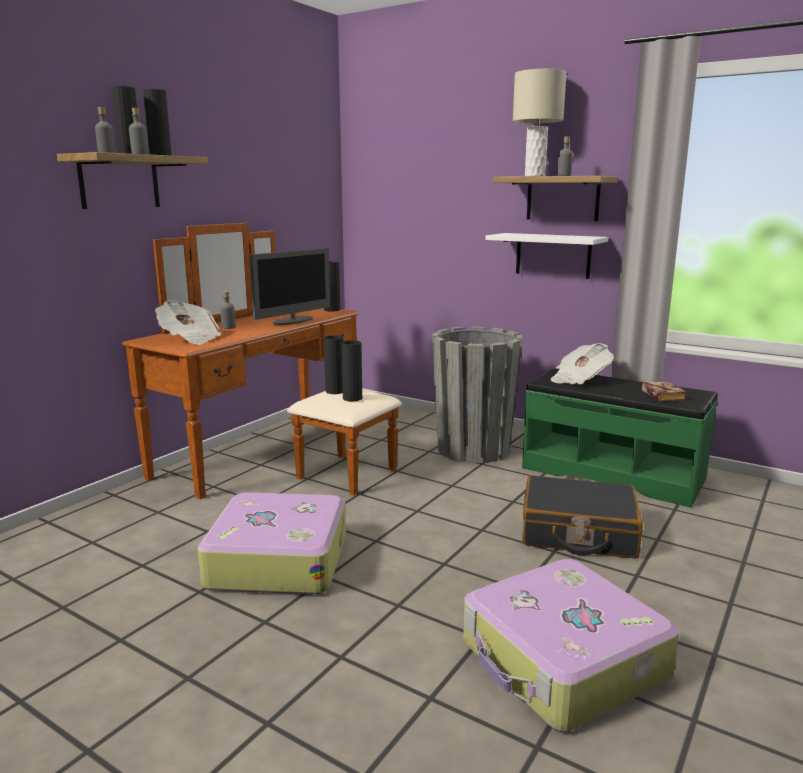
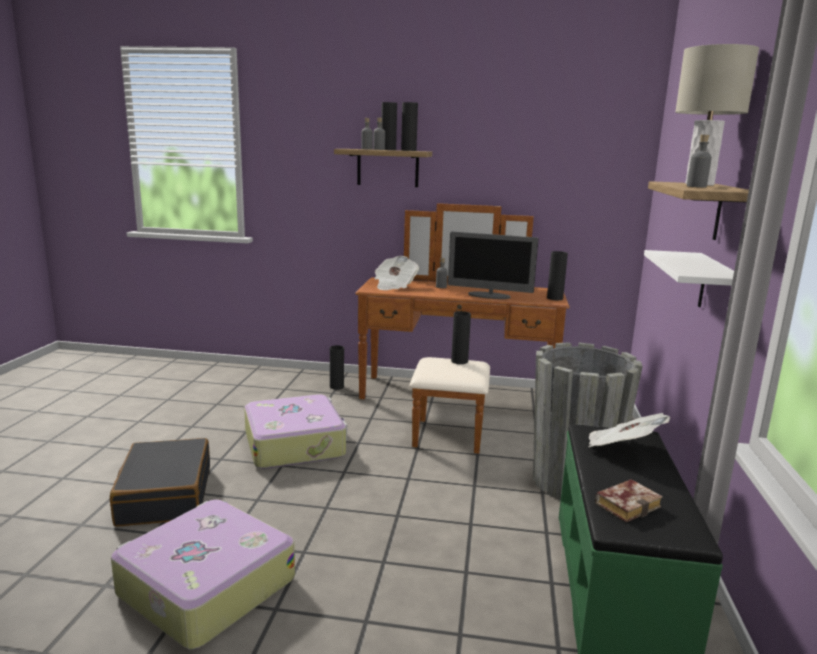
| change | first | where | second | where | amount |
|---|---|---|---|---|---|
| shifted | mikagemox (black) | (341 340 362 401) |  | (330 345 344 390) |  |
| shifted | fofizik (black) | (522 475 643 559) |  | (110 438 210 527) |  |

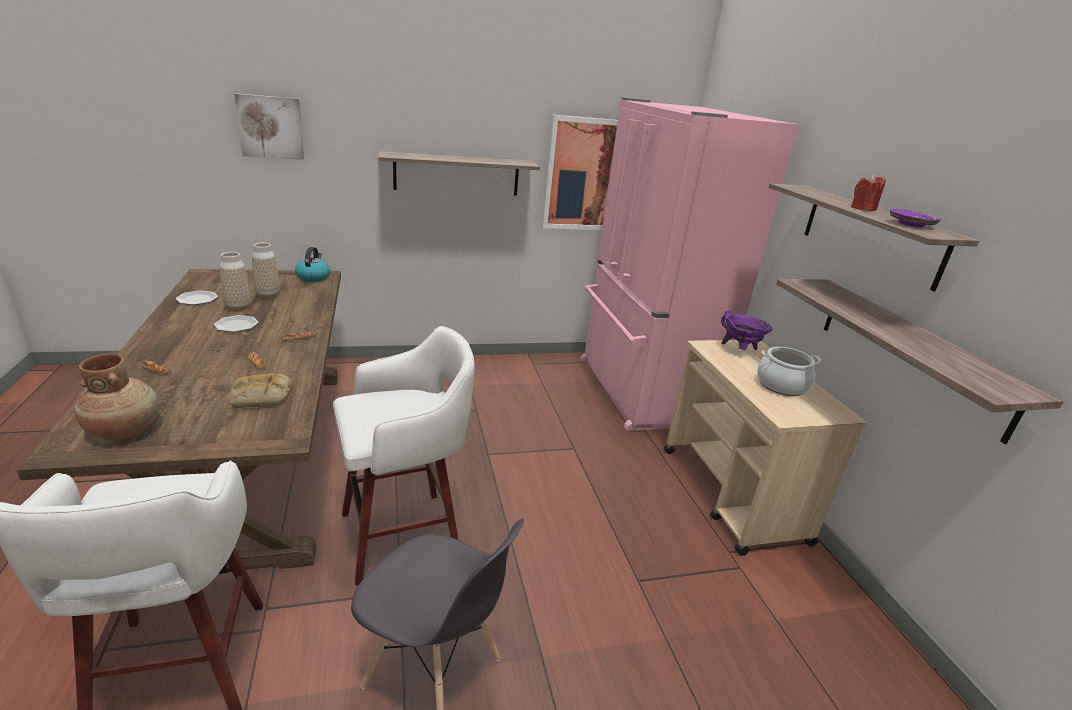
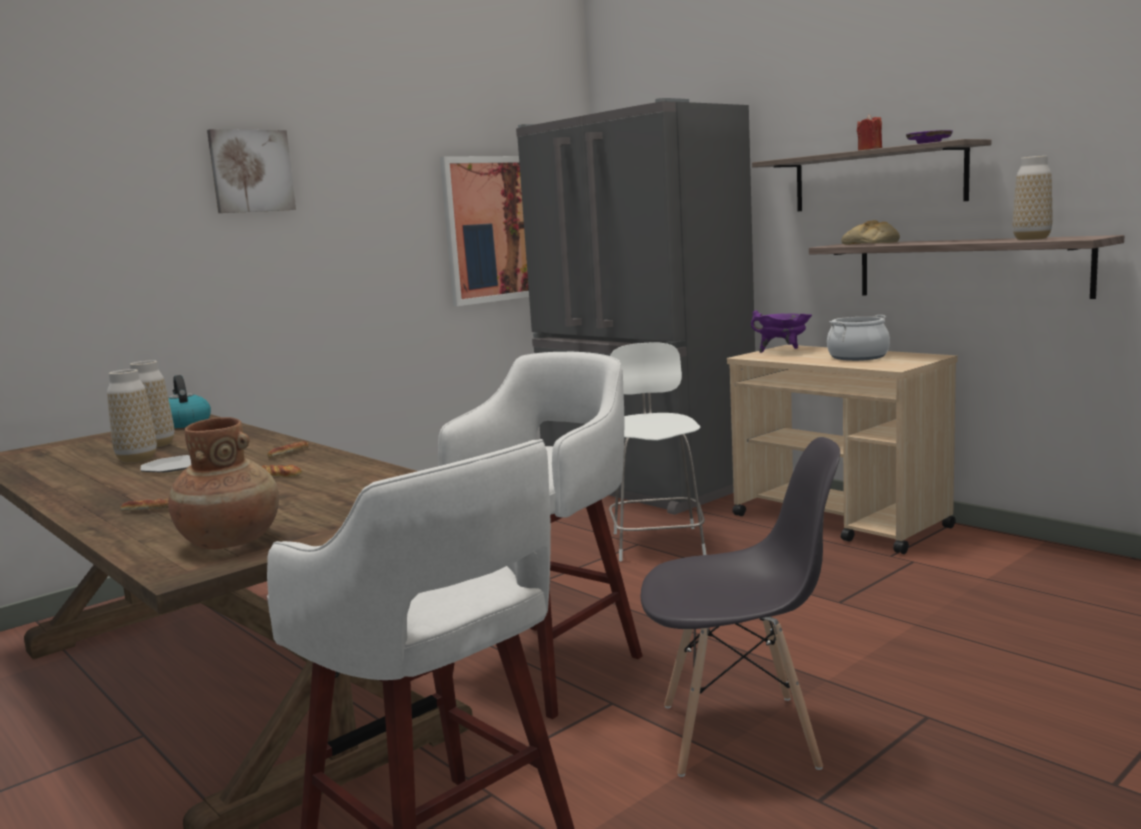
| change | first | where | second | where | amount |
|---|---|---|---|---|---|
| gone | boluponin | (175 291 218 305) |  |  |  |
| gone | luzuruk | (378 151 540 196) |  |  |  |
| new |  |  | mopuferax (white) | (609 342 706 561) |  |
| new |  |  | mikagemox | (1013 156 1052 240) |  |
| shifted | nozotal | (230 373 291 407) |  | (841 220 900 245) |  |
| shifted | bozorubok | (235 93 304 160) |  | (207 129 296 213) |  |
| repainted | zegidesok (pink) | (580 97 799 431) | zegidesok (grey) | (516 98 755 515) |  |

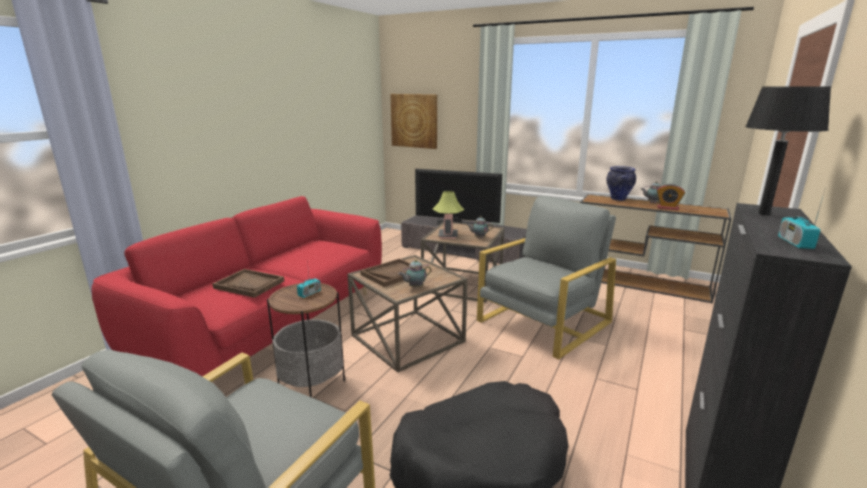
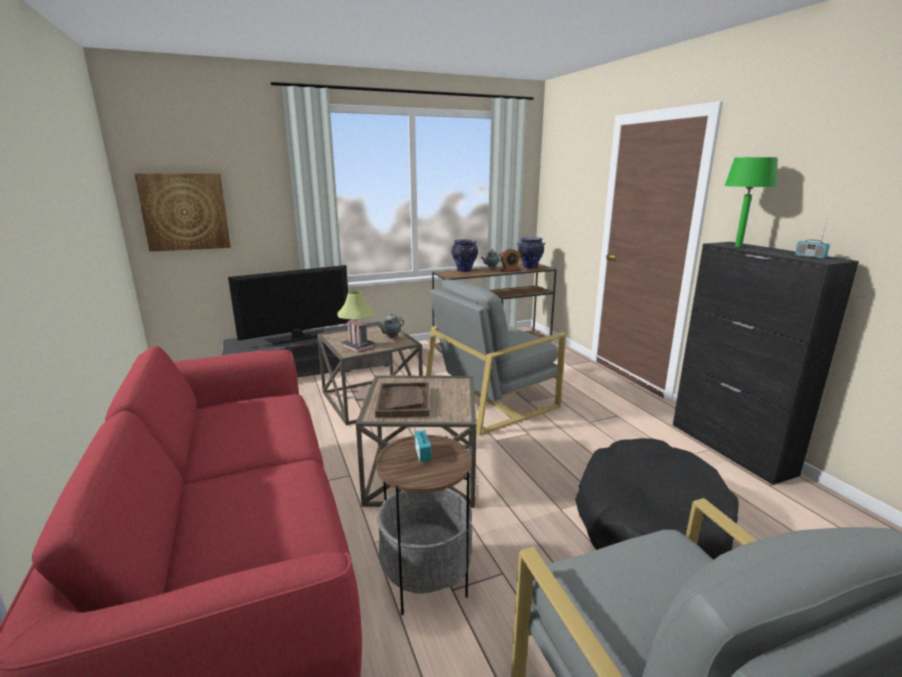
| change | first | where | second | where | amount |
|---|---|---|---|---|---|
| gone | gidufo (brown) | (212 269 284 298) |  |  |  |
| gone | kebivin | (399 259 432 288) |  |  |  |
| new |  |  | mikagemox | (517 237 545 269) |  |
| repainted | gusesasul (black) | (745 86 831 215) | gusesasul (green) | (724 157 778 247) |  |
| rotated | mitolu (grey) | (477 196 616 359) |  | (426 279 566 436) | 120 degrees counterclockwise |

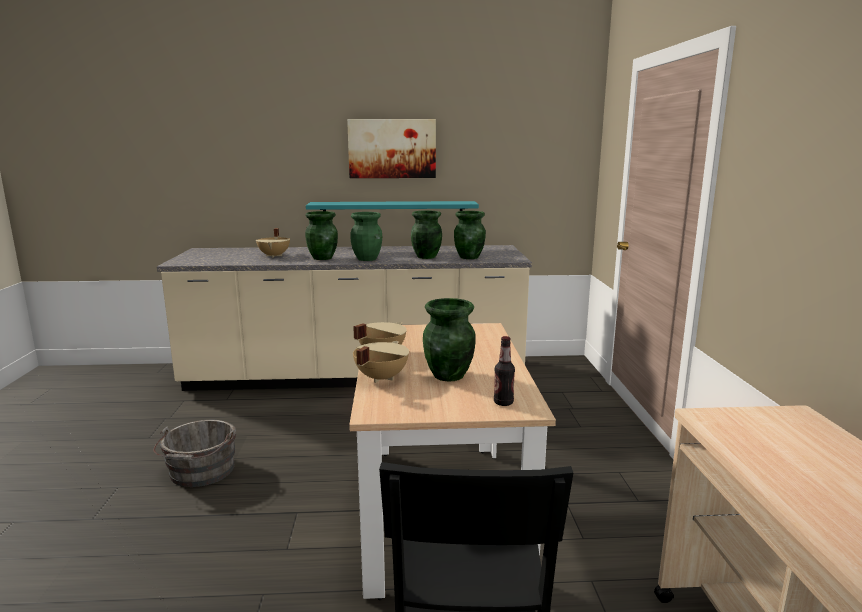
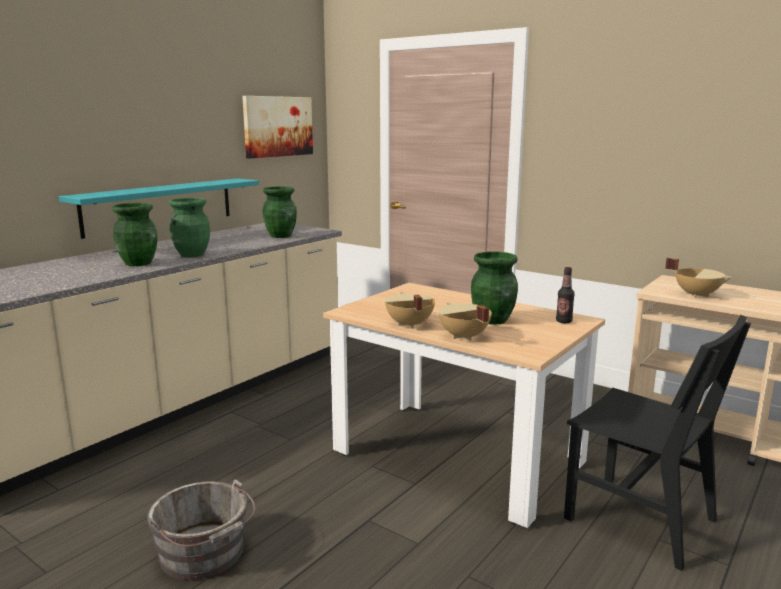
| change | first | where | second | where | amount |
|---|---|---|---|---|---|
| gone | mikagemox (green) | (411 210 442 259) |  |  |  |
| shifted | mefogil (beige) | (256 228 290 258) |  | (665 258 732 298) |  |
| shifted | bozorubok | (347 119 436 178) |  | (242 96 313 158) |  |

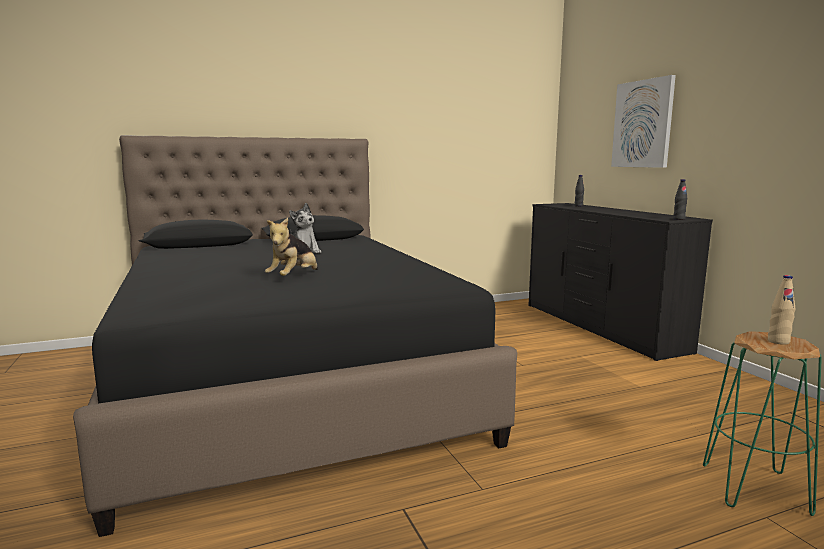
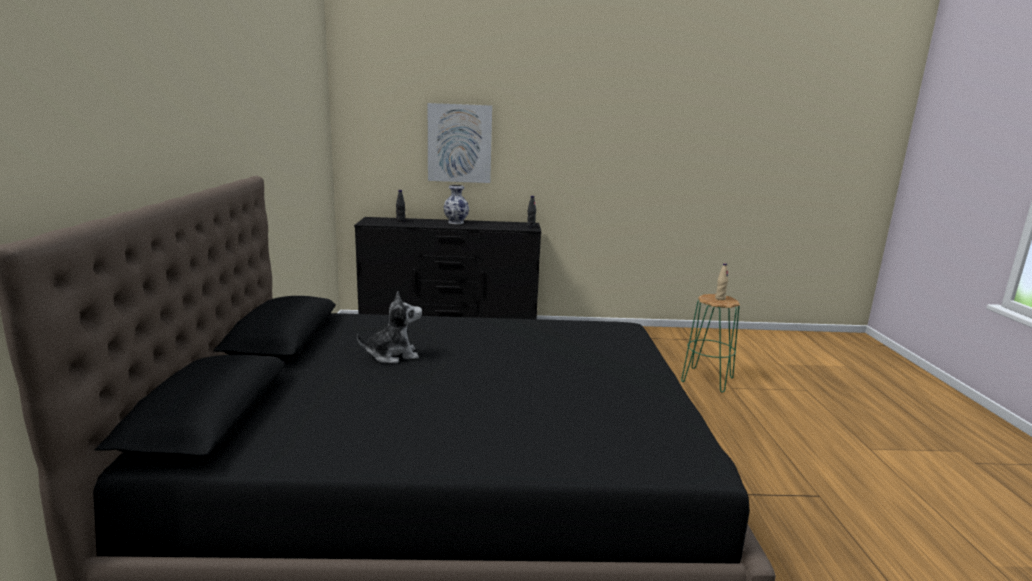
| change | first | where | second | where | amount |
|---|---|---|---|---|---|
| gone | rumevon | (265 218 318 276) |  |  |  |
| new |  |  | mikagemox | (443 185 469 224) |  |

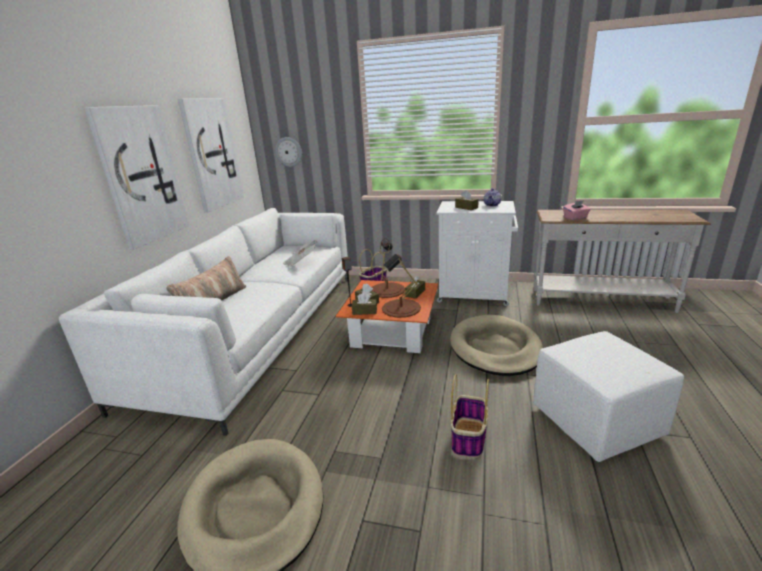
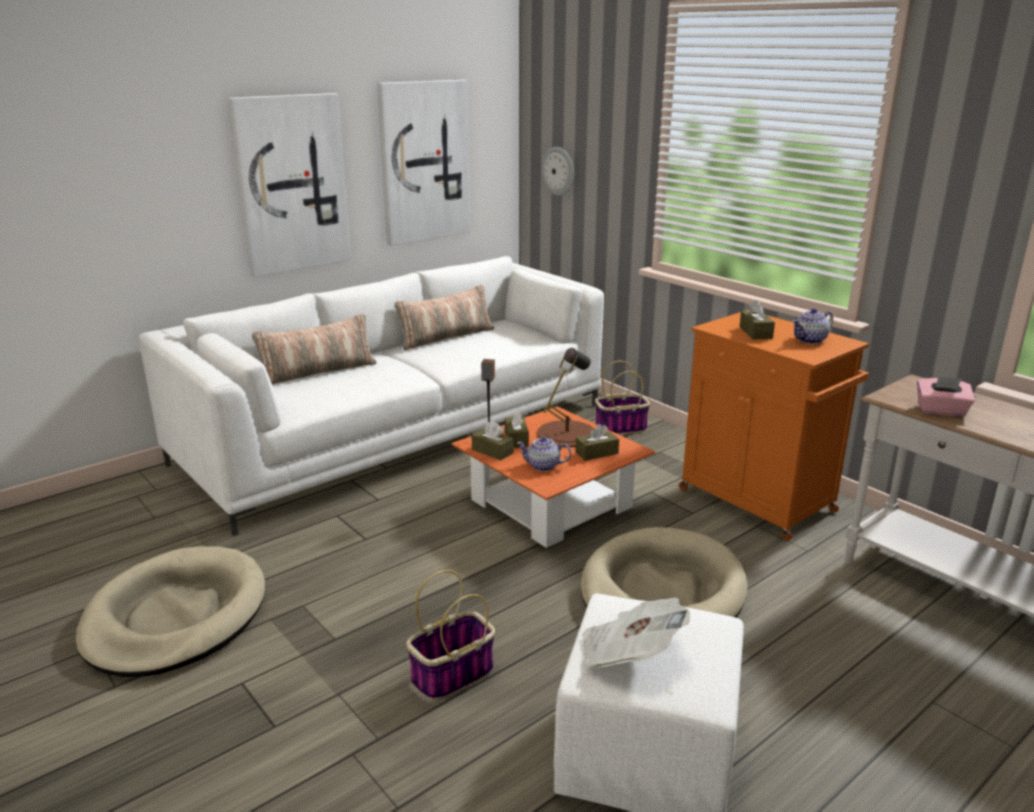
| change | first | where | second | where | amount |
|---|---|---|---|---|---|
| new |  |  | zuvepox | (394 285 494 350) |  |
| shifted | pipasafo | (283 240 317 267) |  | (582 598 690 668) |  |
| swapped | gusesasul (brown) | (382 254 421 318) | kebivin | (517 436 571 471) |  |
| repainted | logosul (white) | (436 201 518 306) | logosul (orange) | (679 310 869 541) |  |

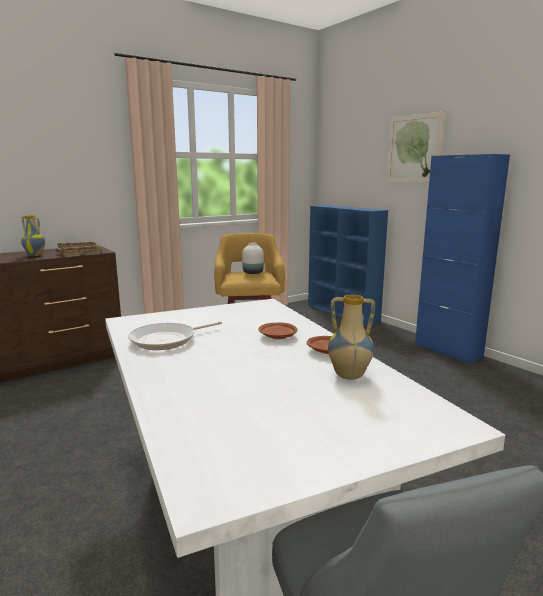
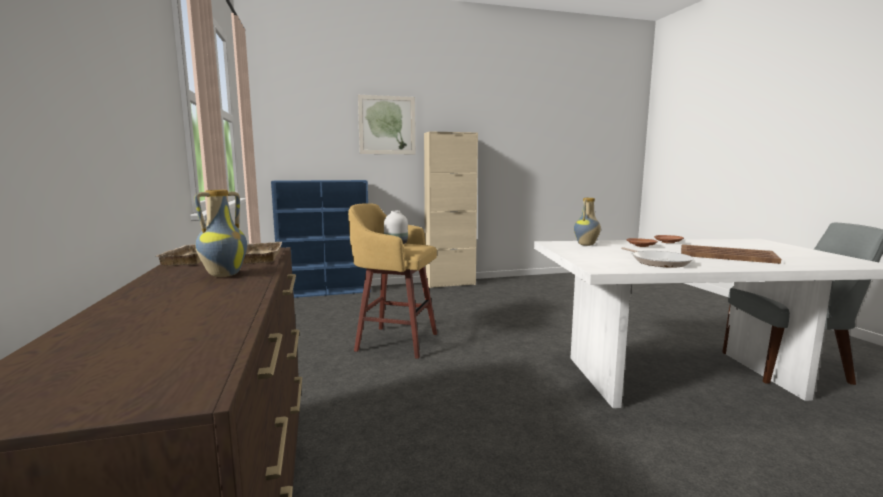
| change | first | where | second | where | amount |
|---|---|---|---|---|---|
| new |  |  | gidufo (brown) | (681 245 781 264) |  |
| shifted | mikagemox | (328 295 375 380) |  | (574 198 601 246) |  |
| repainted | logosul (blue) | (415 154 510 364) | logosul (beige) | (424 131 478 288) |  |

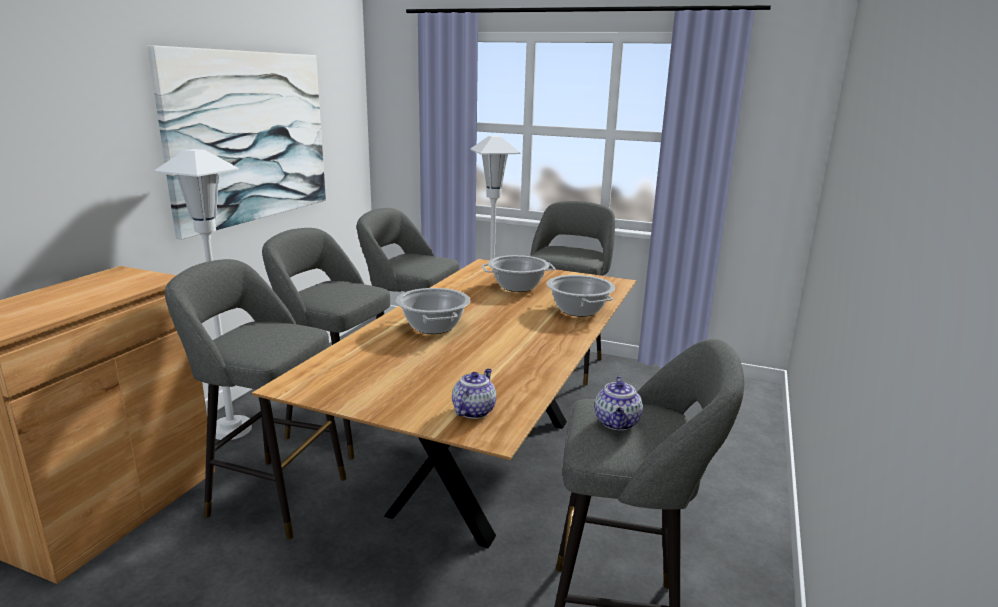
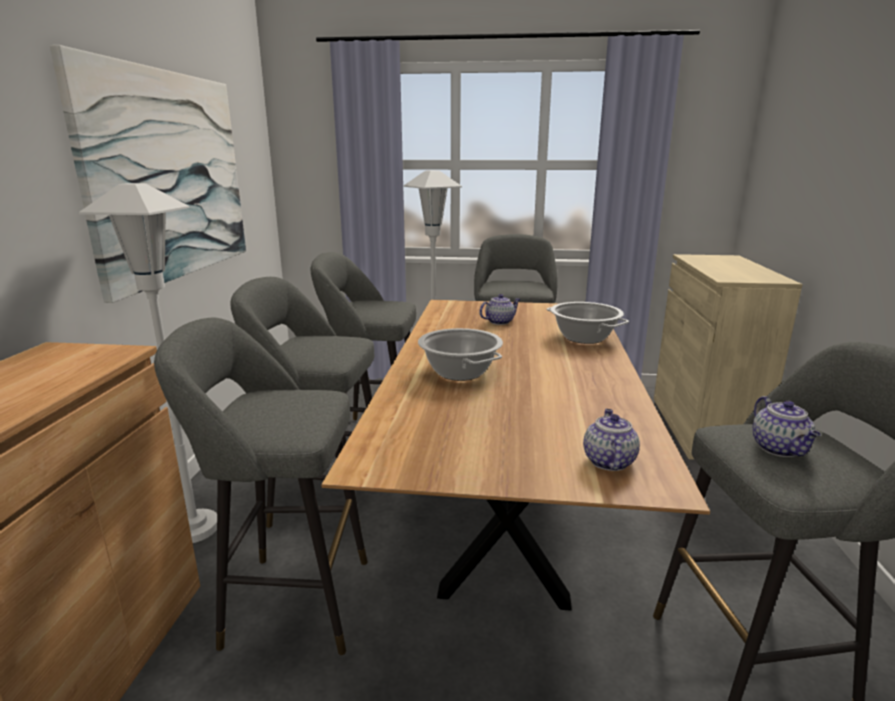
| change | first | where | second | where | amount |
|---|---|---|---|---|---|
| new |  |  | logosul (beige) | (654 254 802 460) |  |
| swapped | mefogil | (482 255 555 292) | kebivin | (479 294 520 325) |  |

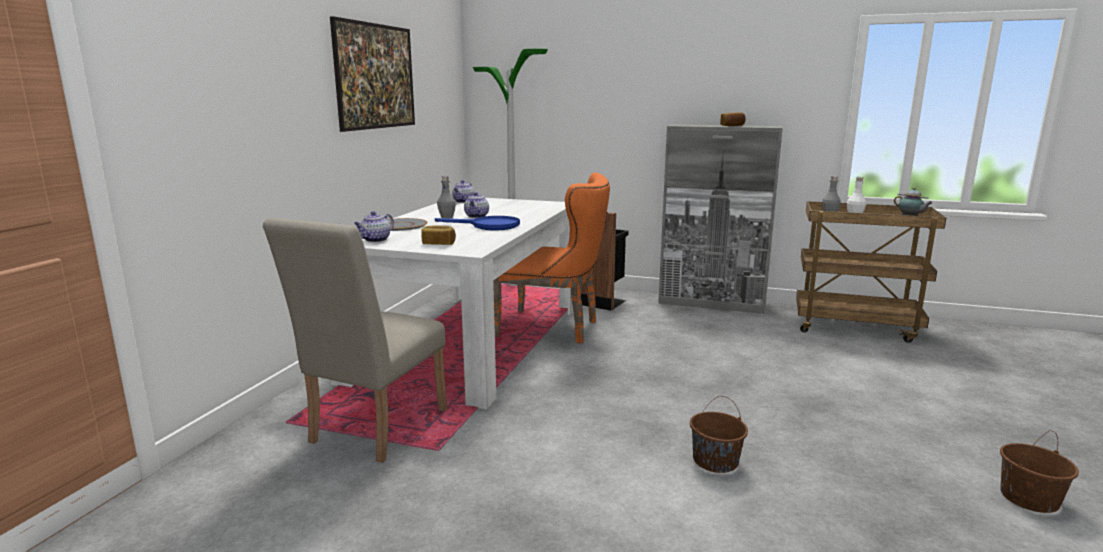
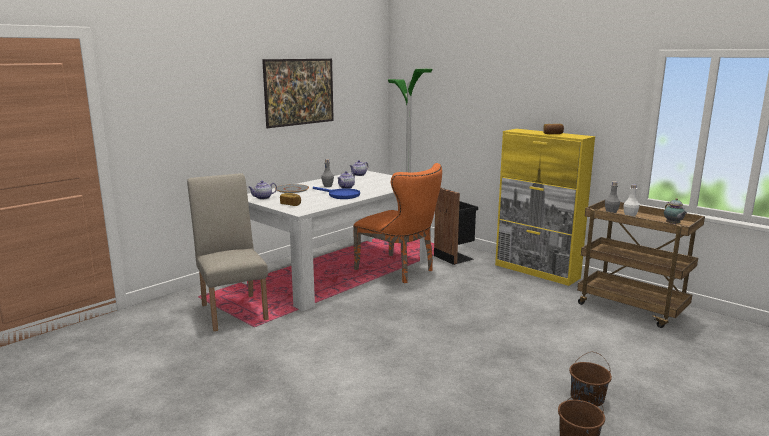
| change | first | where | second | where | amount |
|---|---|---|---|---|---|
| shifted | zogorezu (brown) | (690 396 748 473) |  | (569 352 612 407) |  |
| repainted | logosul (grey) | (658 125 783 314) | logosul (yellow) | (495 129 595 286) |  |
| rotated | mopuferax (beige) | (263 218 447 462) |  | (187 173 269 331) | 105 degrees clockwise |

